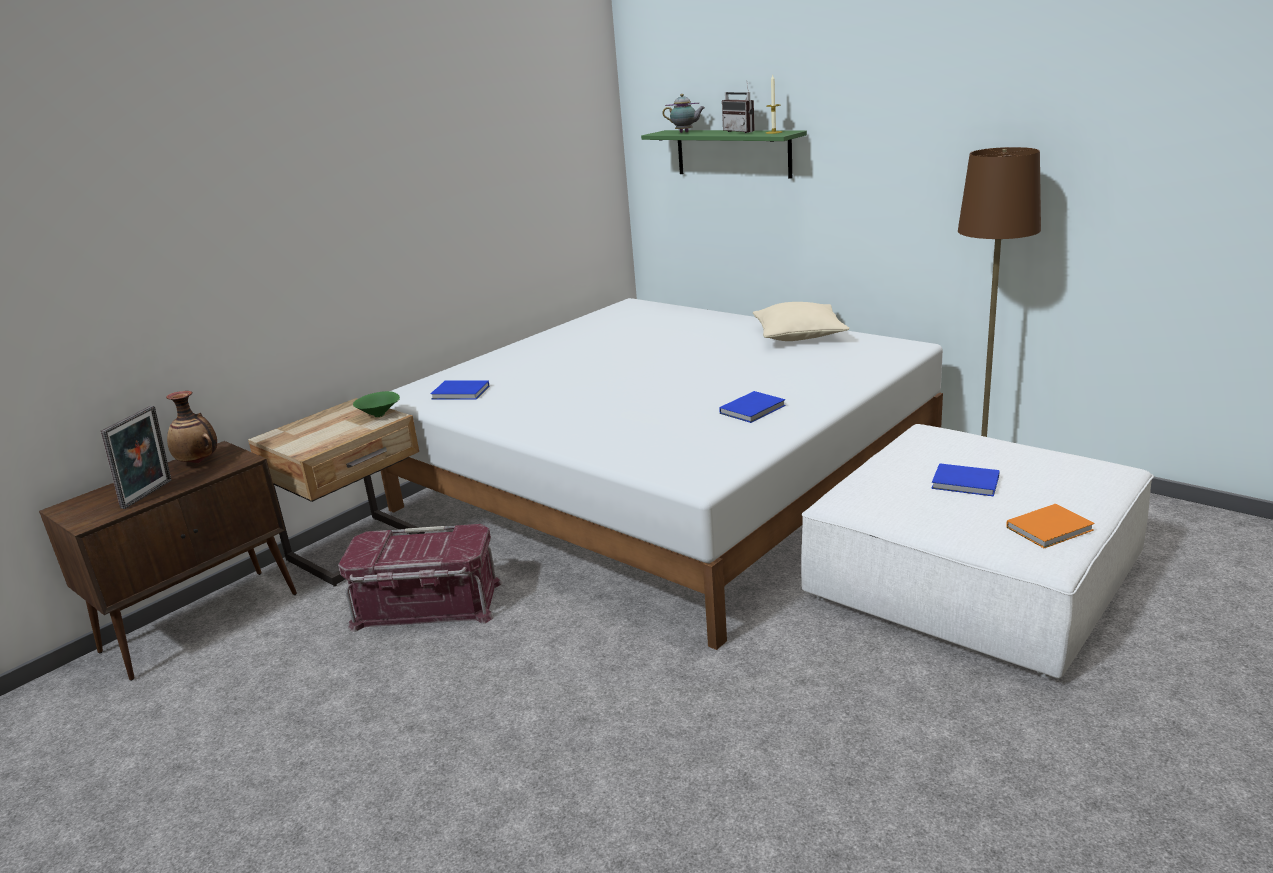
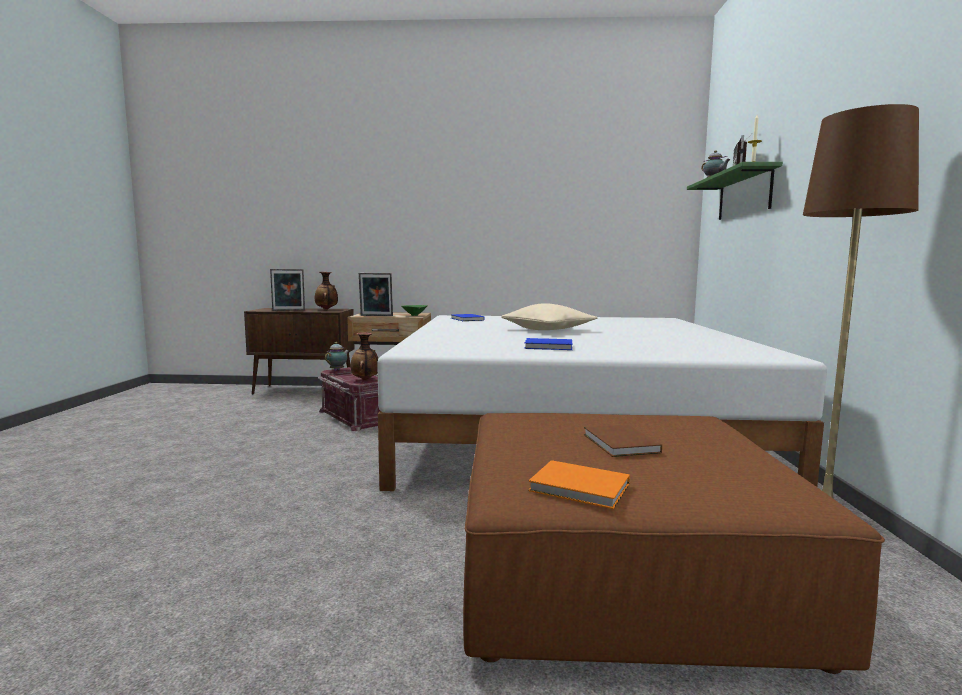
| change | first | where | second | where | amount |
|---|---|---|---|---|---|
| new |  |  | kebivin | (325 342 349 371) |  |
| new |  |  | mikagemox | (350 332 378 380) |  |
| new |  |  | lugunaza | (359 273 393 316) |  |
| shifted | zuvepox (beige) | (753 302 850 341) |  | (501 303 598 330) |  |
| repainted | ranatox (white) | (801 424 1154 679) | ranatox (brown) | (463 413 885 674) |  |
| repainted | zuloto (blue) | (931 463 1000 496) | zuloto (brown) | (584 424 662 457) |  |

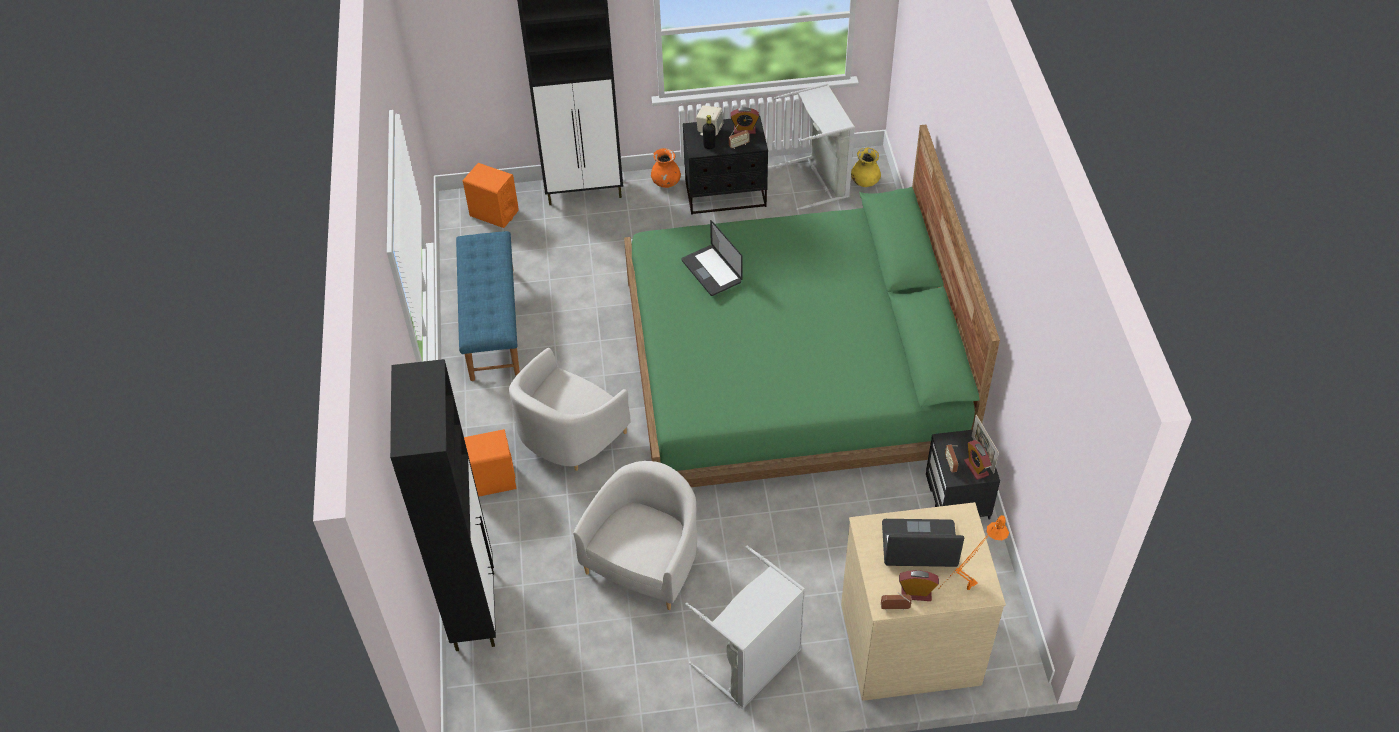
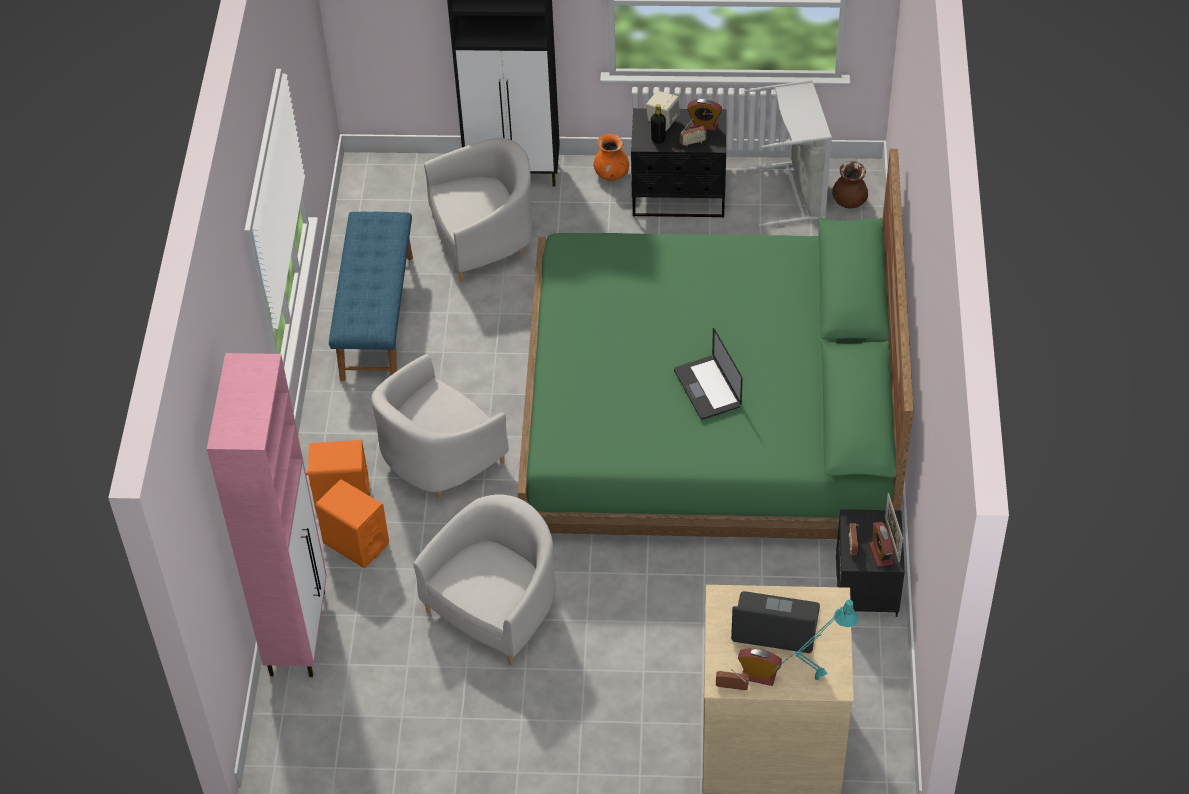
| change | first | where | second | where | amount |
|---|---|---|---|---|---|
| gone | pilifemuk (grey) | (685 546 805 709) |  |  |  |
| new |  |  | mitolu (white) | (424 138 533 282) |  |
| shifted | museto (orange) | (463 163 519 228) |  | (316 479 389 568) |  |
| shifted | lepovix | (681 220 743 296) |  | (674 328 743 420) |  |
| repainted | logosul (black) | (390 359 496 651) | logosul (pink) | (207 353 327 677) |  |
| repainted | mikagemox (yellow) | (851 148 881 187) | mikagemox (brown) | (832 161 868 208) |  |
| repainted | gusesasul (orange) | (938 515 1009 590) | gusesasul (turquoise) | (773 600 859 680) |  |

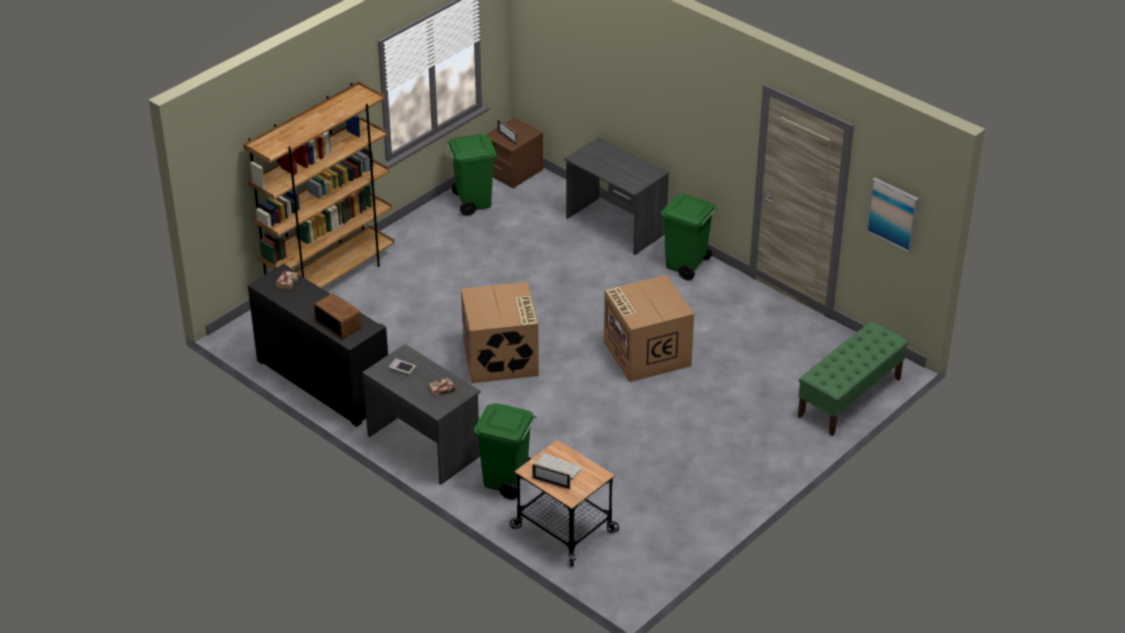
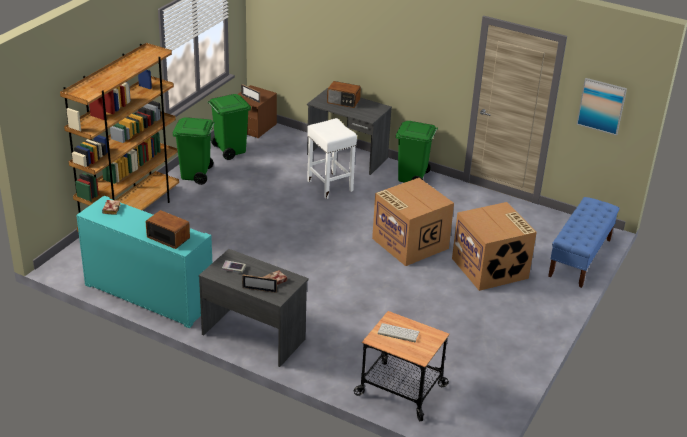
| change | first | where | second | where | amount |
|---|---|---|---|---|---|
| new |  |  | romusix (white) | (307 118 357 199) |  |
| new |  |  | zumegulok | (327 81 361 108) |  |
| shifted | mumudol | (461 282 539 383) |  | (452 202 537 291) |  |
| shifted | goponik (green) | (473 403 536 500) |  | (173 117 215 185) |  |
| shifted | lugunaza | (532 464 570 489) |  | (242 275 277 293) |  |
| repainted | logosul (black) | (248 264 388 427) | logosul (turquoise) | (76 196 212 328) |  |
| repainted | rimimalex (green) | (798 322 908 436) | rimimalex (blue) | (548 197 620 288) |  |

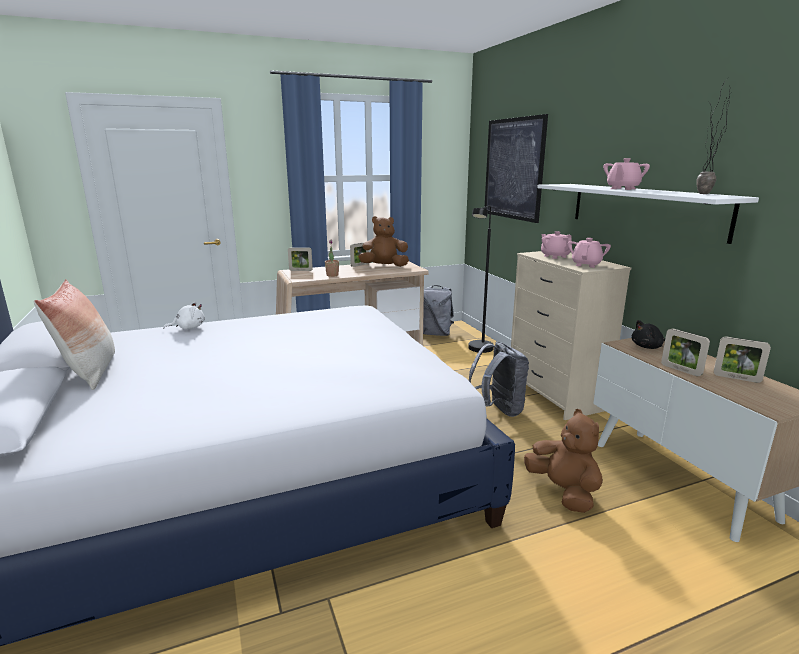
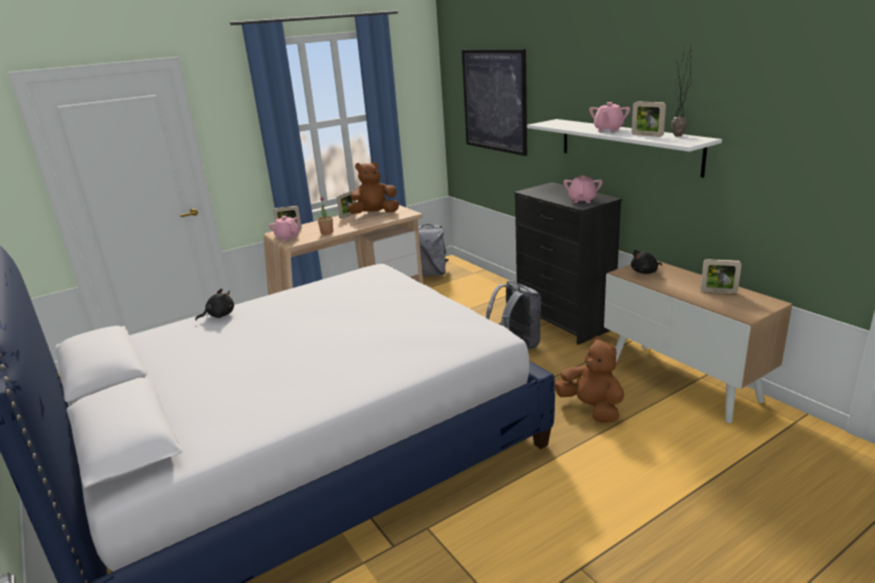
| change | first | where | second | where | amount |
|---|---|---|---|---|---|
| gone | zuvepox | (34 279 115 390) |  |  |  |
| gone | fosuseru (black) | (468 206 494 353) |  |  |  |
| shifted | kebivin (pink) | (541 231 572 259) |  | (269 216 300 241) |  |
| shifted | lugunaza | (661 328 710 376) |  | (632 101 666 137) |  |
| repainted | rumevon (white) | (163 301 205 329) | rumevon (black) | (195 288 234 321) |  |
| repainted | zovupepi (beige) | (511 251 631 420) | zovupepi (black) | (514 182 622 345) |  |

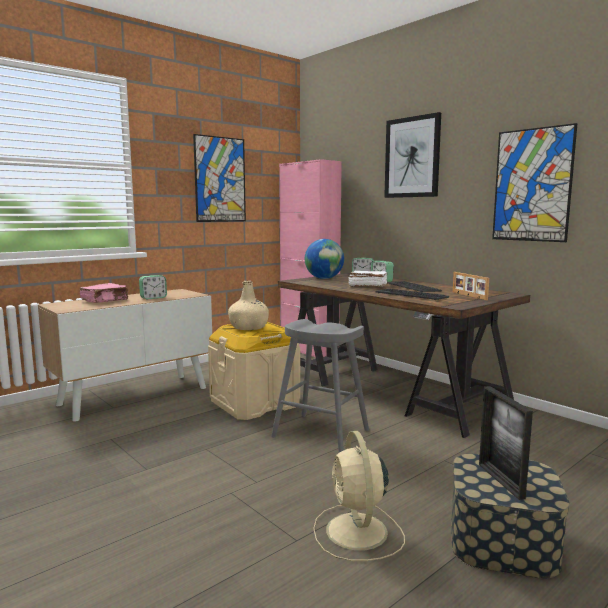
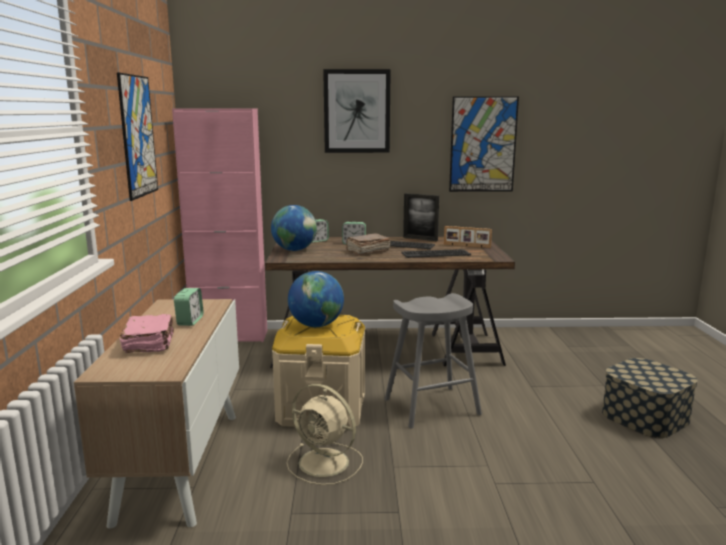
| change | first | where | second | where | amount |
|---|---|---|---|---|---|
| shifted | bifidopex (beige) | (313 431 405 561) |  | (286 384 363 485) |  |
| shifted | lugunaza | (479 386 533 500) |  | (403 193 439 241) |  |
| swapped | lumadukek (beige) | (228 281 269 330) | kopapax | (288 271 344 327) |  |
| repainted | zuloto (white) | (348 271 387 287) | zuloto (brown) | (346 234 391 256) |  |

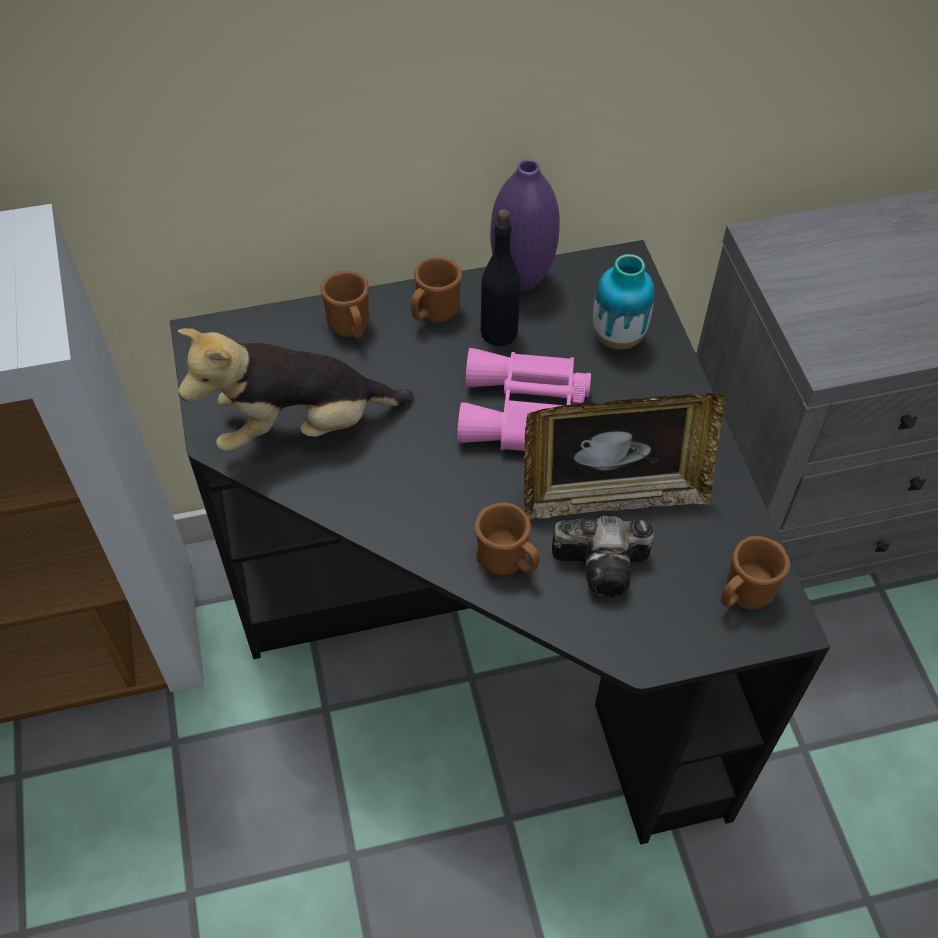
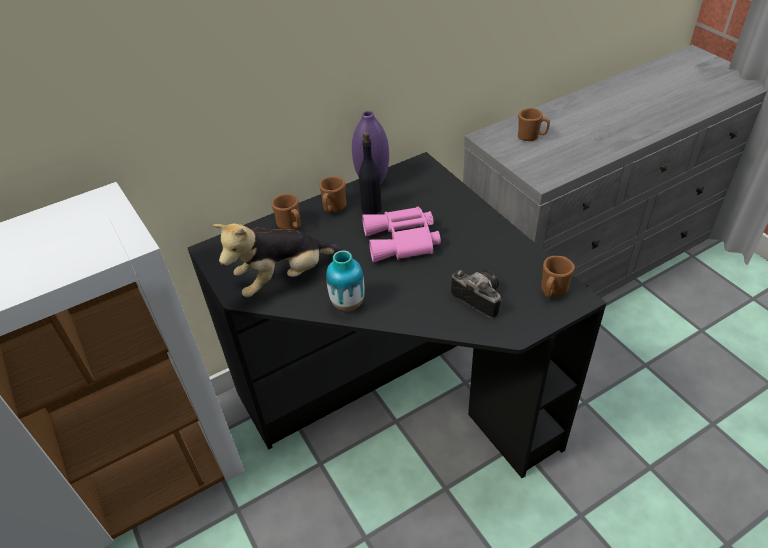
| change | first | where | second | where | amount |
|---|---|---|---|---|---|
| gone | lugunaza | (524 393 726 519) |  |  |  |
| shifted | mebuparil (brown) | (475 502 540 575) |  | (518 108 550 141) |  |
| shifted | mikagemox | (593 254 654 350) |  | (326 250 365 311) |  |
| rotated | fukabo | (552 516 654 597) |  | (451 270 502 318) | 120 degrees counterclockwise |

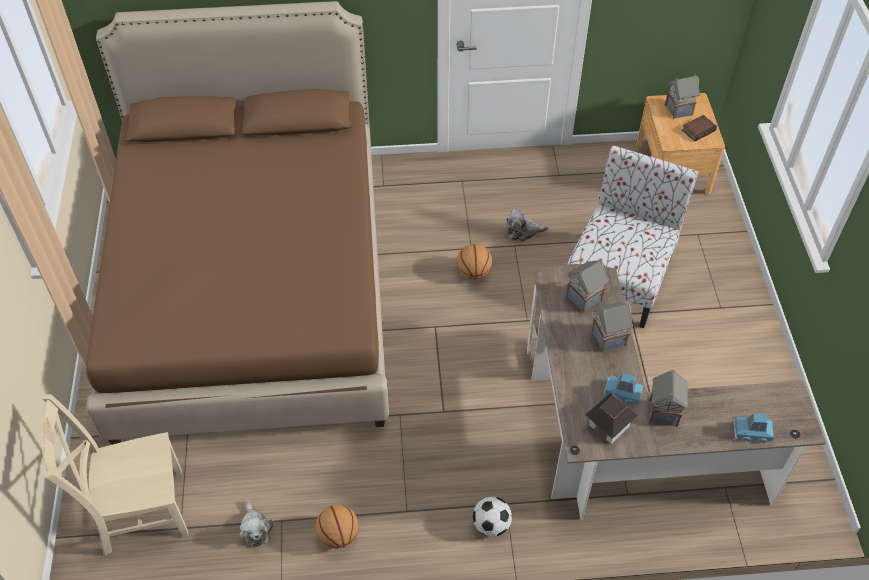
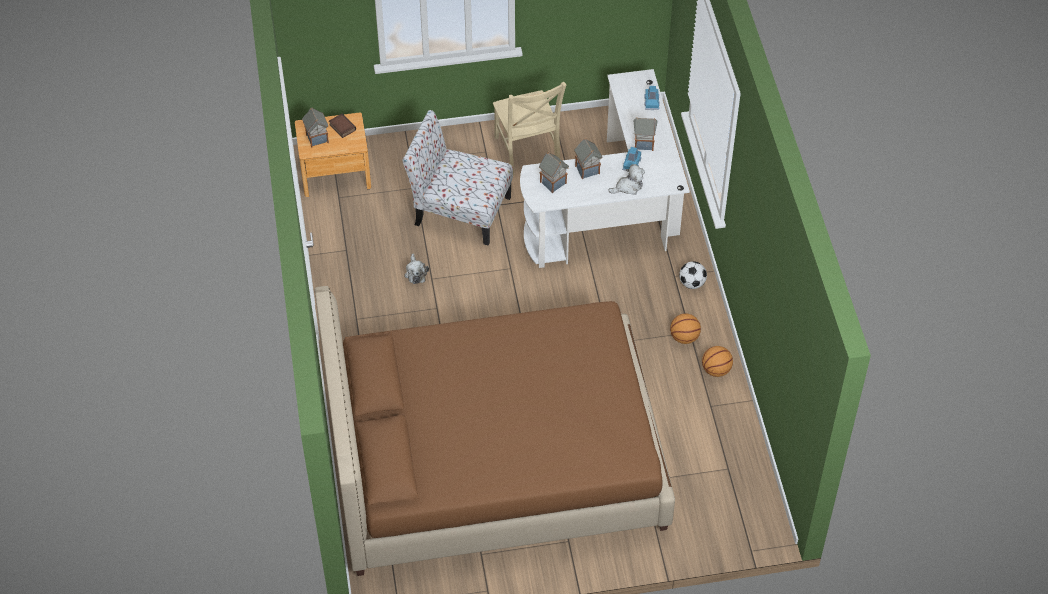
| change | first | where | second | where | amount |
|---|---|---|---|---|---|
| gone | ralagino | (585 393 638 444) |  |  |  |
| shifted | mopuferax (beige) | (41 394 189 555) |  | (493 82 567 176) |  |
| shifted | rumevon | (239 499 273 547) |  | (608 164 645 195) |  |
| shifted | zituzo | (456 244 492 280) |  | (670 313 701 344) |  |
| repainted | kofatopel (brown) | (527 264 826 520) | kofatopel (white) | (520 69 690 268) |  |

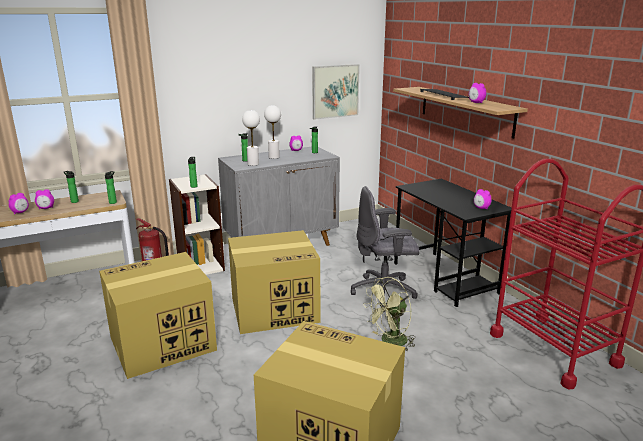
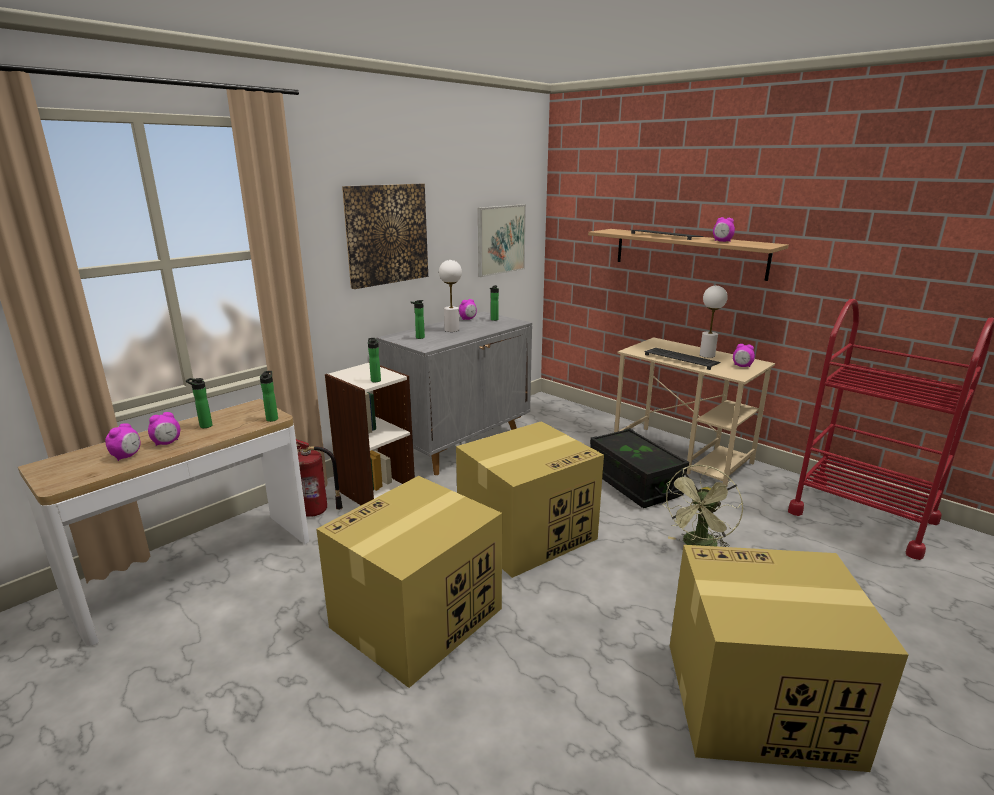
| change | first | where | second | where | amount |
|---|---|---|---|---|---|
| new |  |  | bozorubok | (342 184 428 289) |  |
| new |  |  | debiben | (644 348 721 370) |  |
| shifted | gusesasul (white) | (242 110 260 166) |  | (700 286 728 358) |  |
| swapped | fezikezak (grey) | (351 186 420 307) | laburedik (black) | (590 428 689 508) |  |
| repainted | kofatopel (black) | (394 179 511 307) | kofatopel (beige) | (614 337 775 488) |  |

